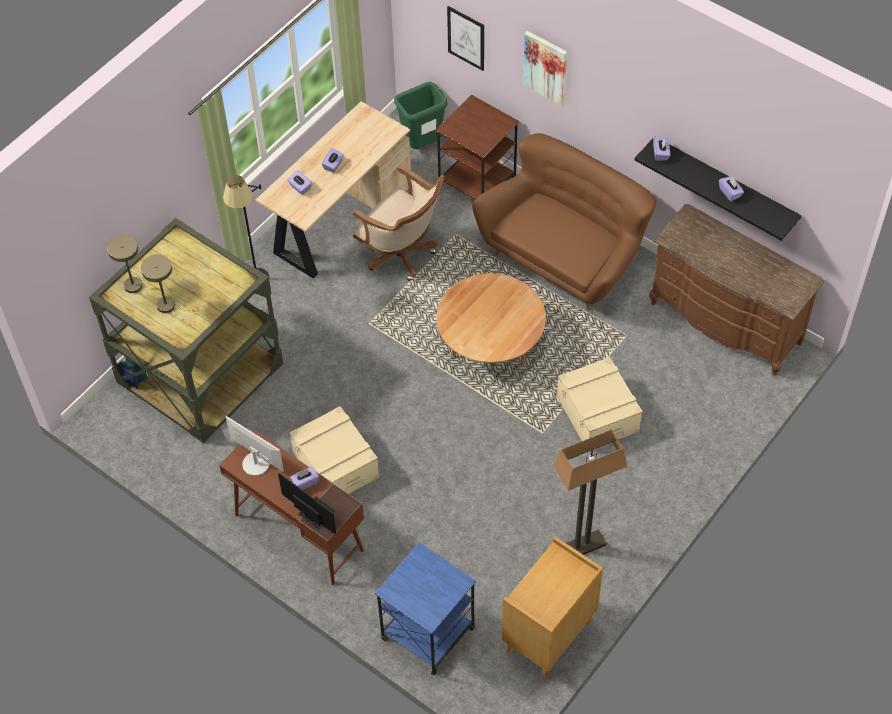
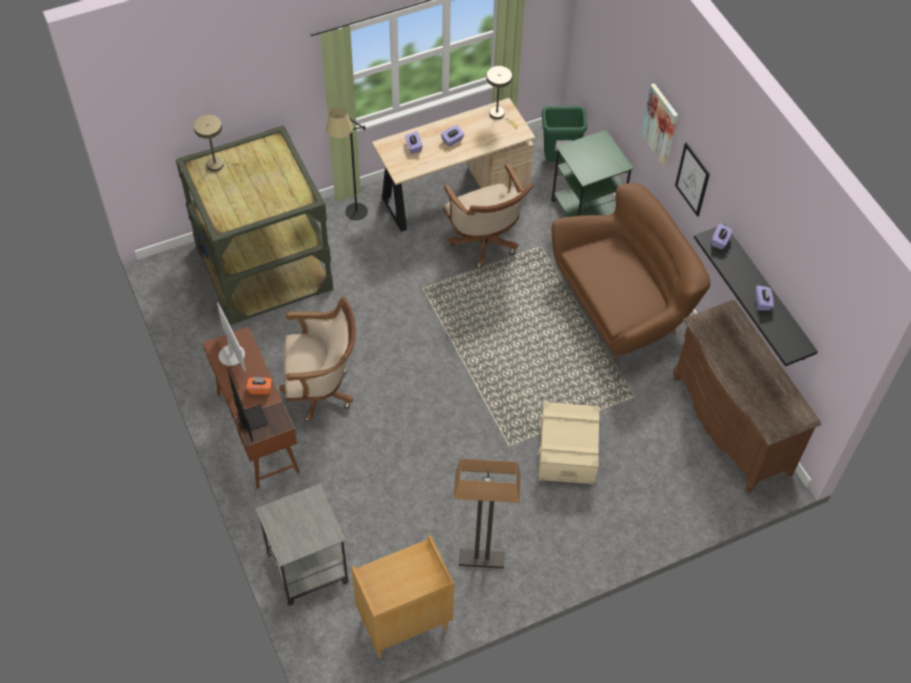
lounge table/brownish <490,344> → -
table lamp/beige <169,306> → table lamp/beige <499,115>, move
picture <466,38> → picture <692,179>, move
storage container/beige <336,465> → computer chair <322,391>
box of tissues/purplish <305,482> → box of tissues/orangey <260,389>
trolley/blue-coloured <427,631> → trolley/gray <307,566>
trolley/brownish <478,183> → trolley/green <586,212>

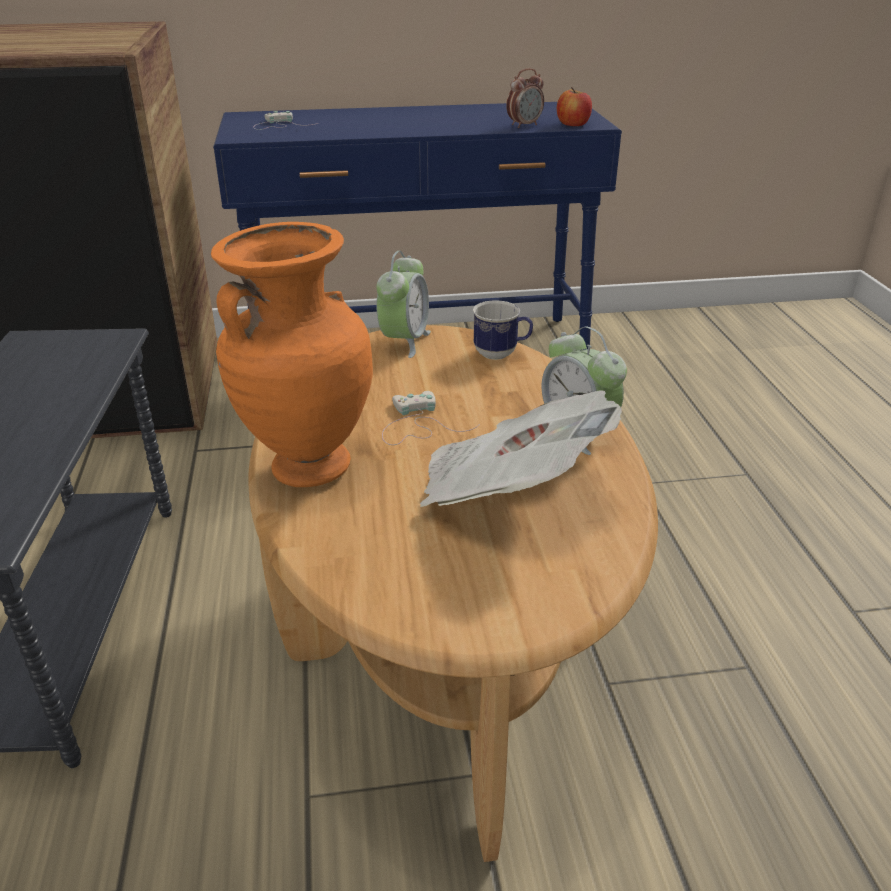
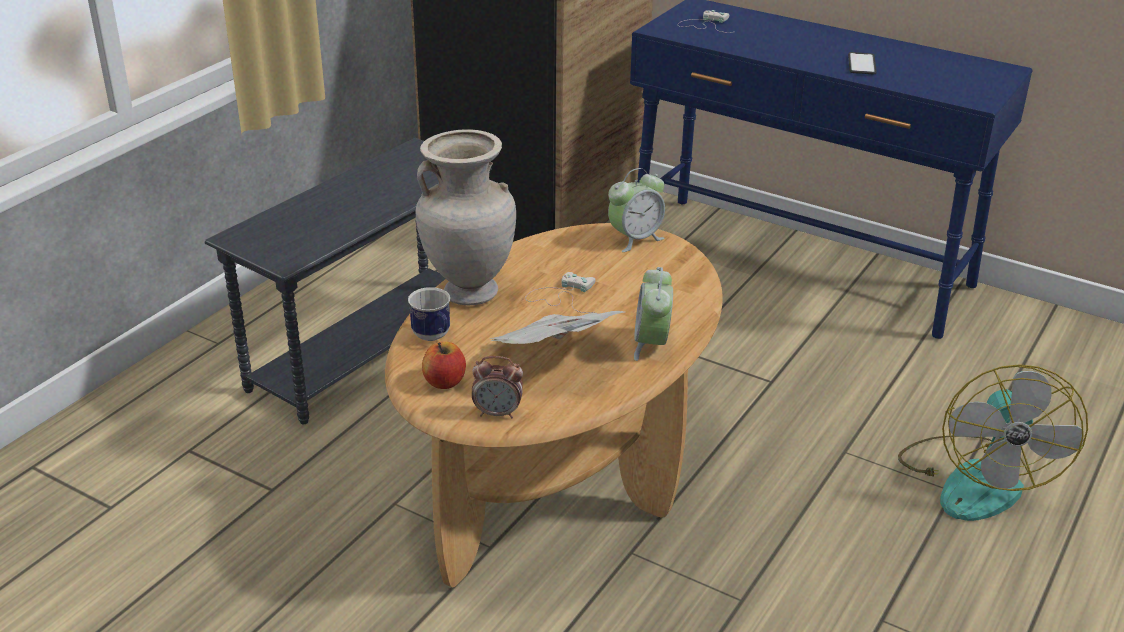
- → handset <861,64>
- → cooling fan <976,478>
mug <501,354> → mug <434,337>, move
alarm clock <524,125> → alarm clock <498,413>, move
apple fruit <573,124> → apple fruit <444,381>, move
flower vase/orangey <307,467> → flower vase/beige <469,292>

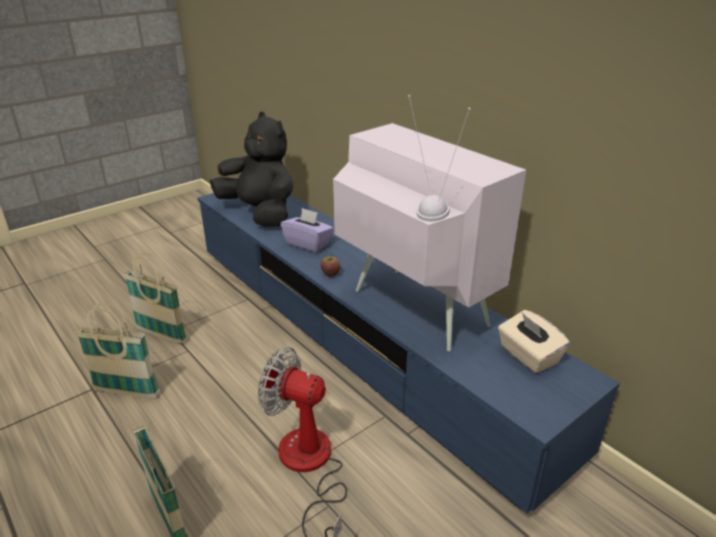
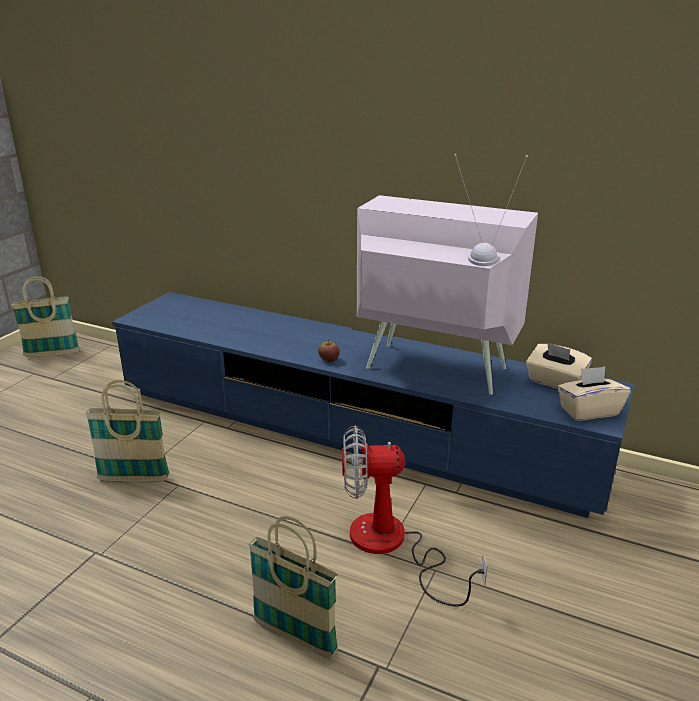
soft toy/black-coloured <260,213> → -
box of tissues/purplish <308,244> → -
- → box of tissues/beige <588,411>
storage basket <126,392> → storage basket <52,354>, move

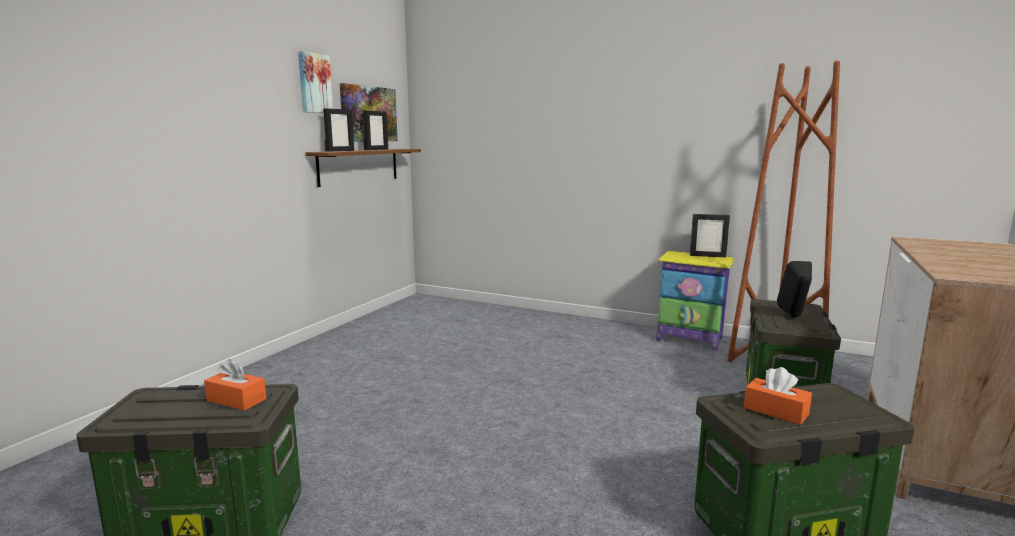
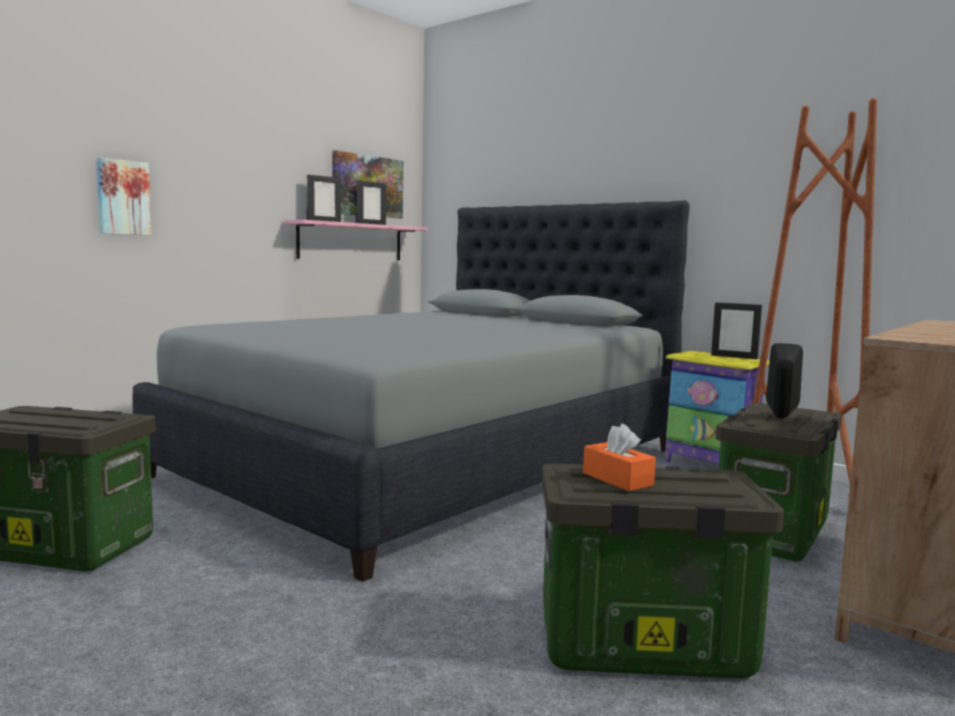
box of tissues/orangey <236,400> → -
- → bed/gray <432,462>
picture <314,83> → picture <122,197>, move
wall shelf/brownish <359,166> → wall shelf/pink <351,241>

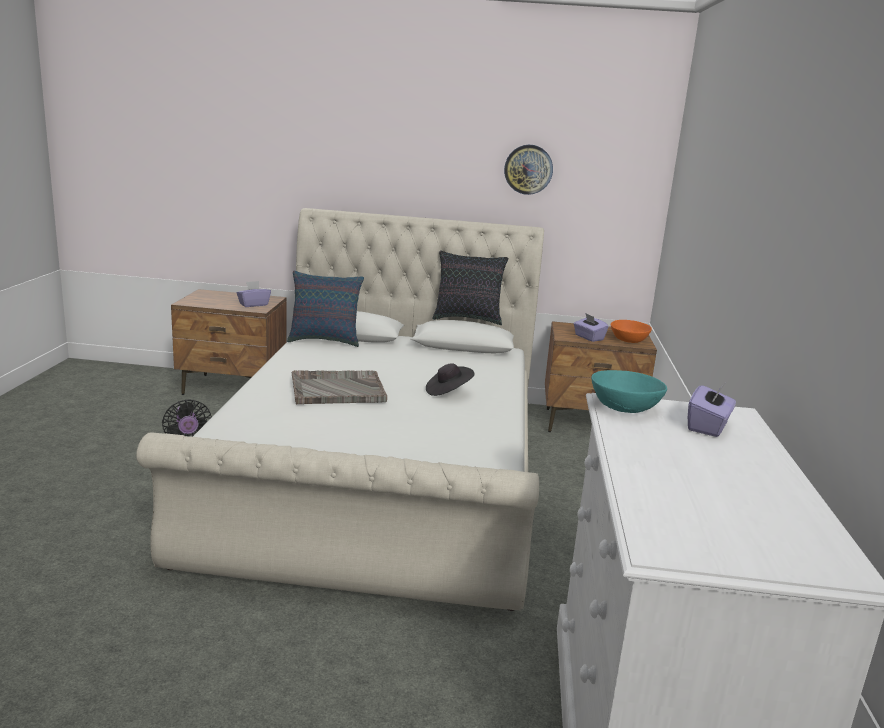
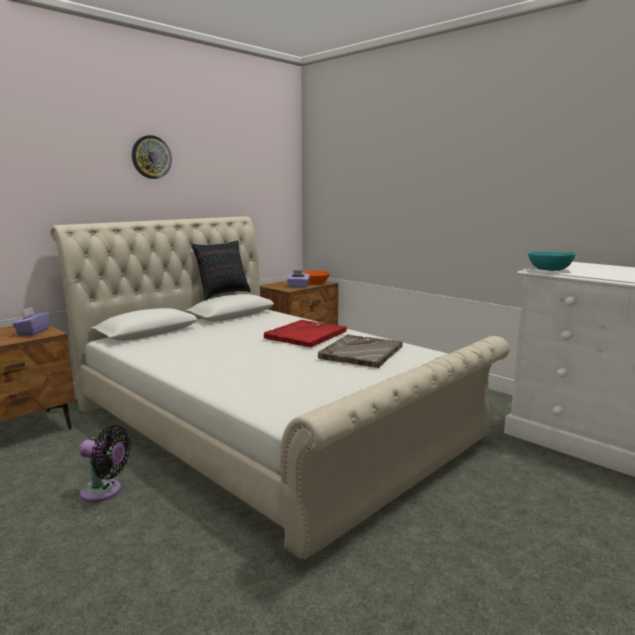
pillow/blue-coloured <324,341> → -
box of tissues/purplish <708,427> → -
serving tray/gray <337,389> → serving tray/gray <361,352>, move
clock on the wall <528,169> → clock on the wall <151,157>, move
clothing hat/black-coloured <448,392> → serving tray/red-coloured <305,335>

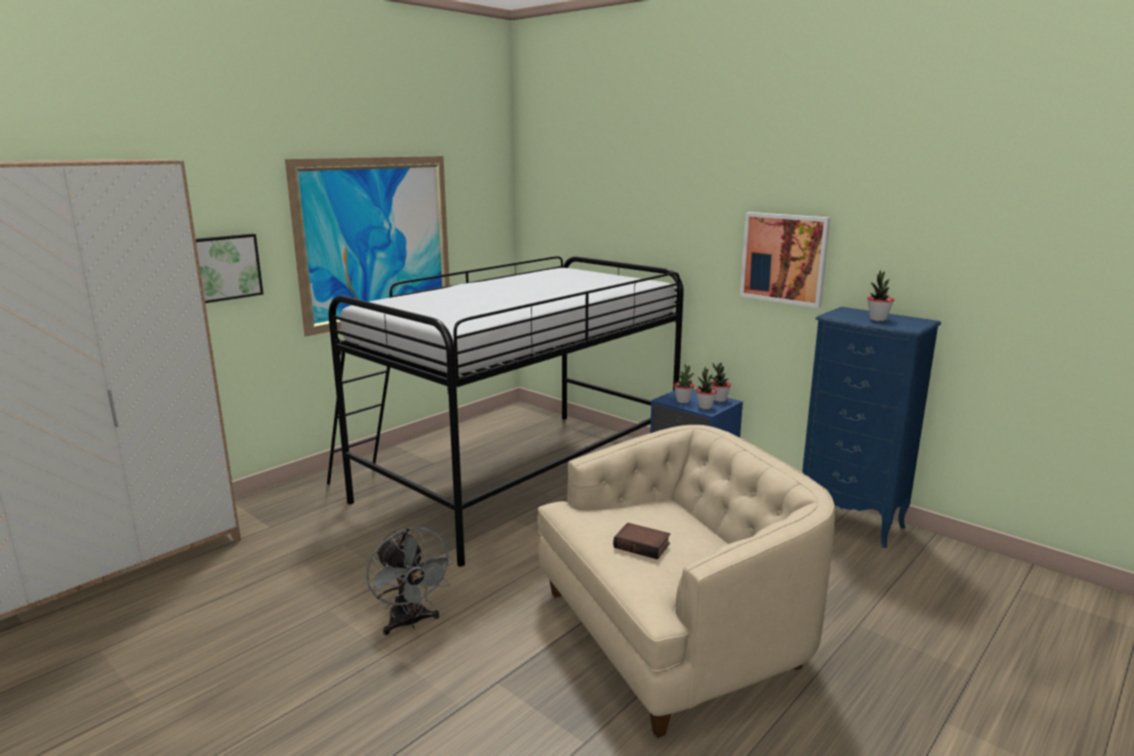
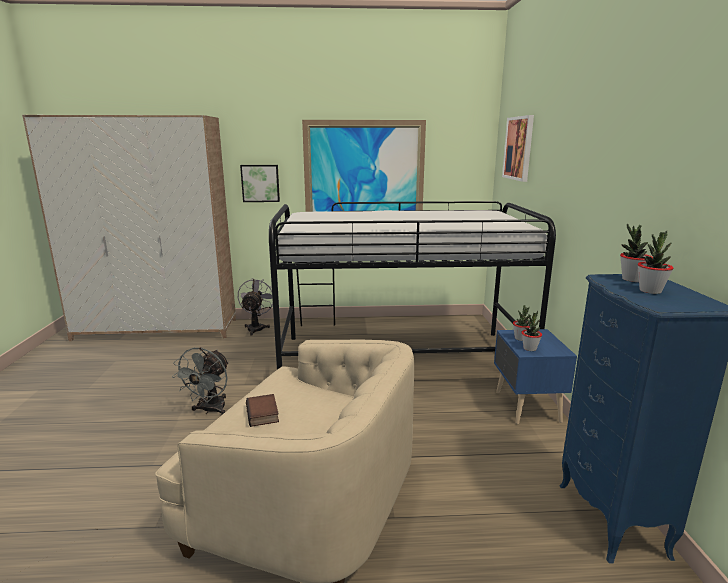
- → cooling fan/gray <256,327>
potted plant <719,400> → potted plant <631,279>, move
picture <784,258> → picture <518,148>, move

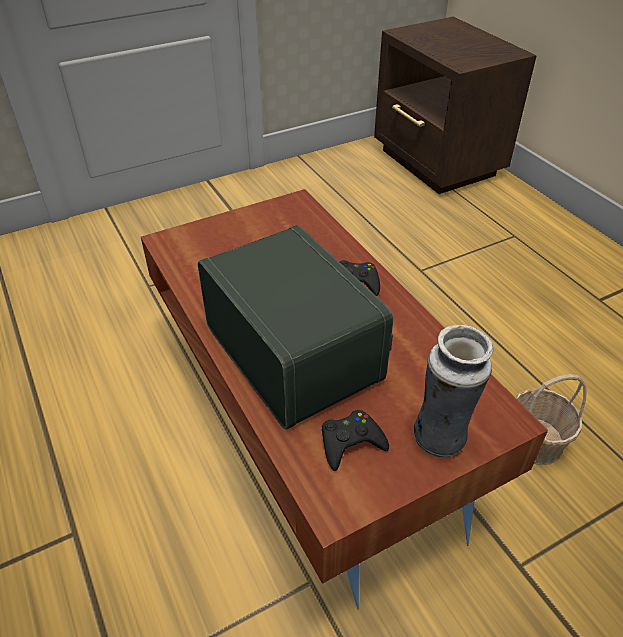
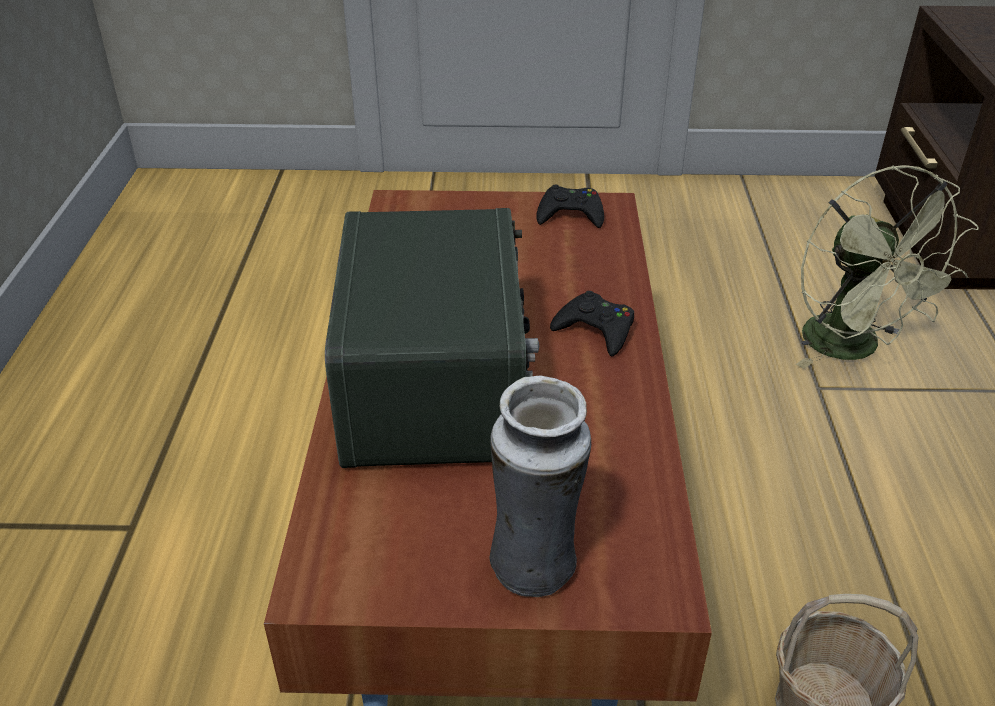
- → cooling fan/green <853,349>
joypad/black-coloured <351,443> → joypad/black-coloured <570,214>, move

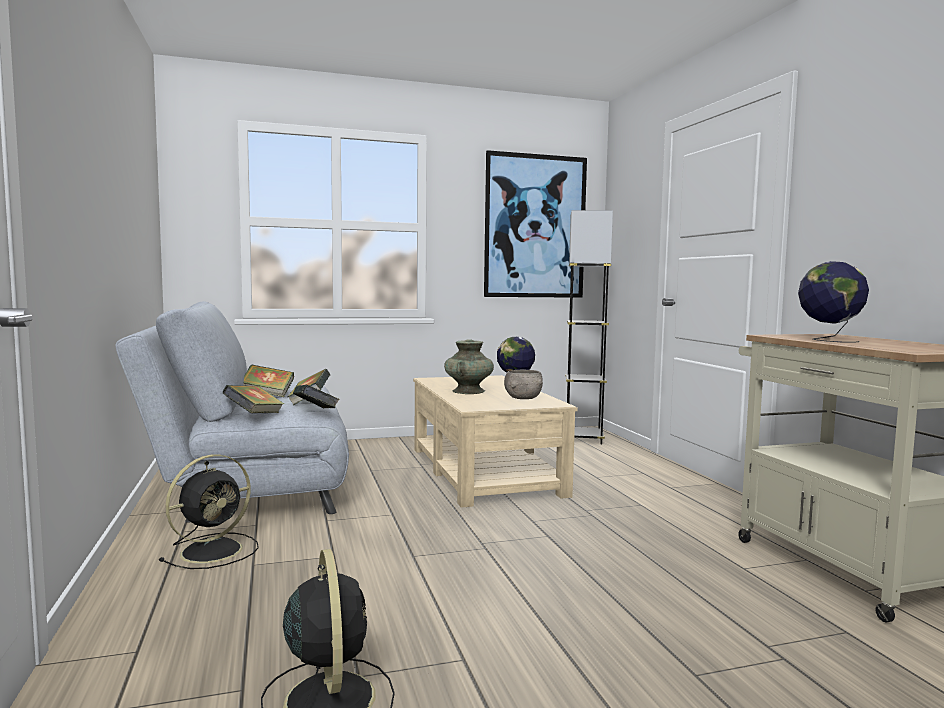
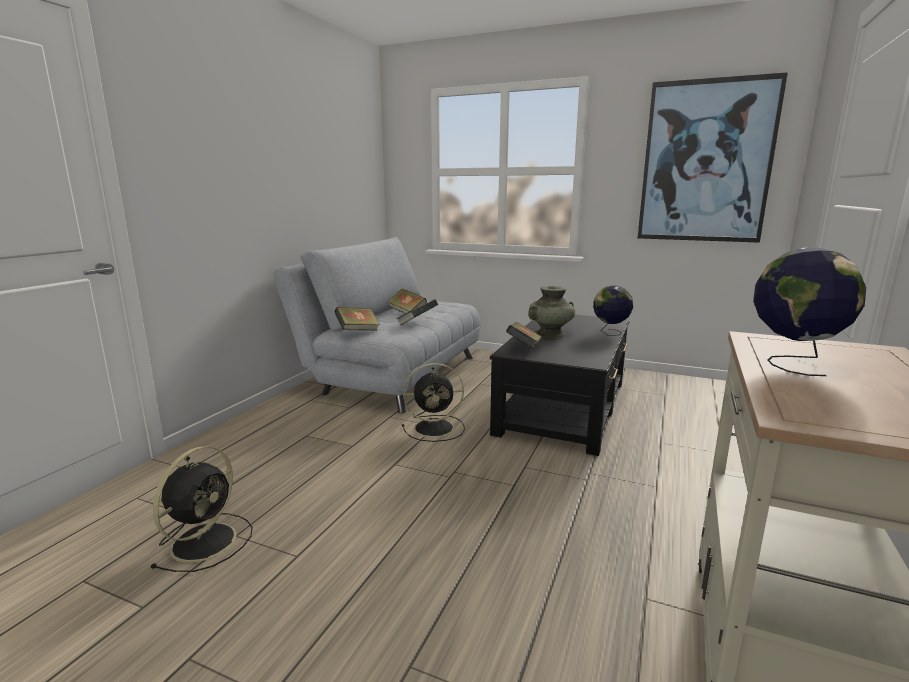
bowl/gray <523,398> → -
floor lamp/gray <583,439> → -
cooling fan/black-coloured <214,550> → cooling fan/black-coloured <436,428>, move
bound book <316,413> → bound book <524,349>, move
lounge table/beige <484,470> → lounge table/black-coloured <564,406>

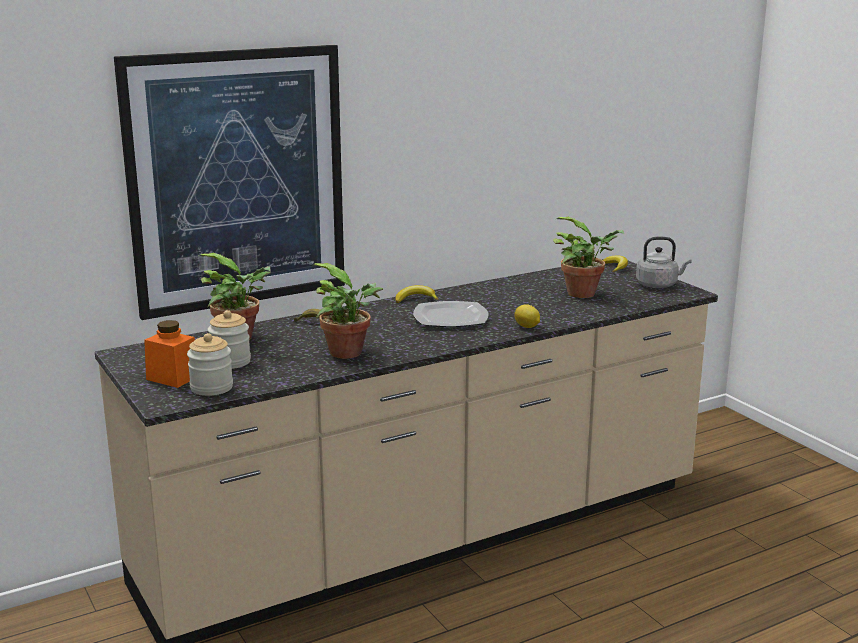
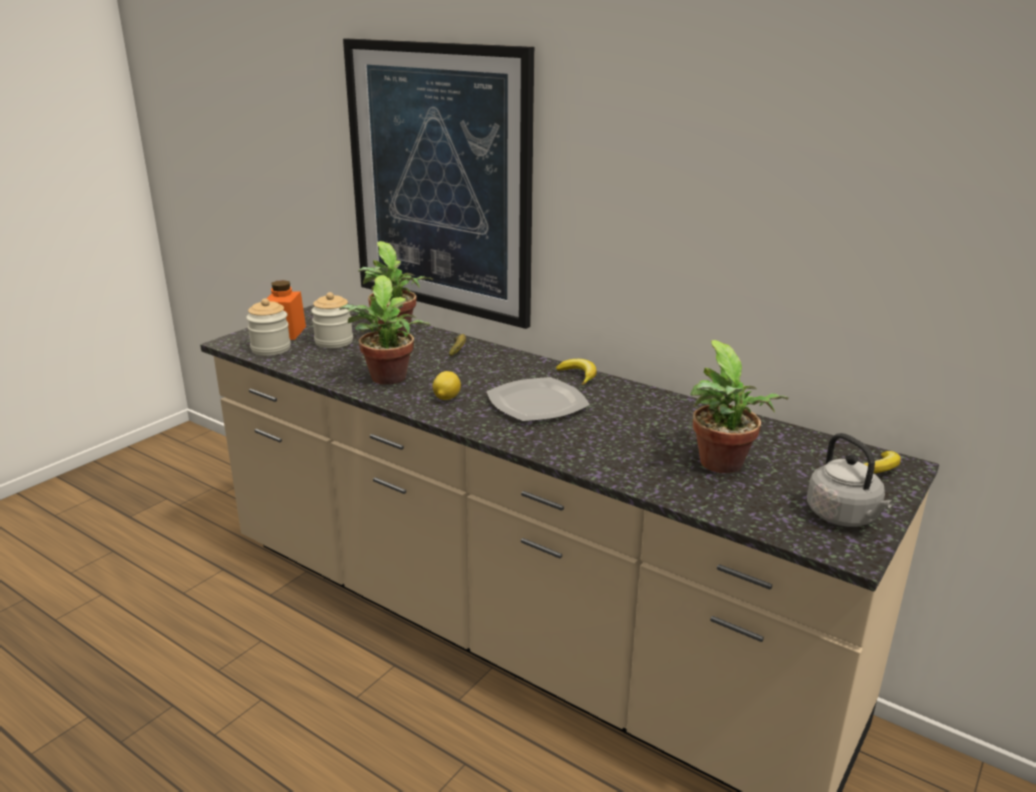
whole lemon <527,327> → whole lemon <446,398>, move

